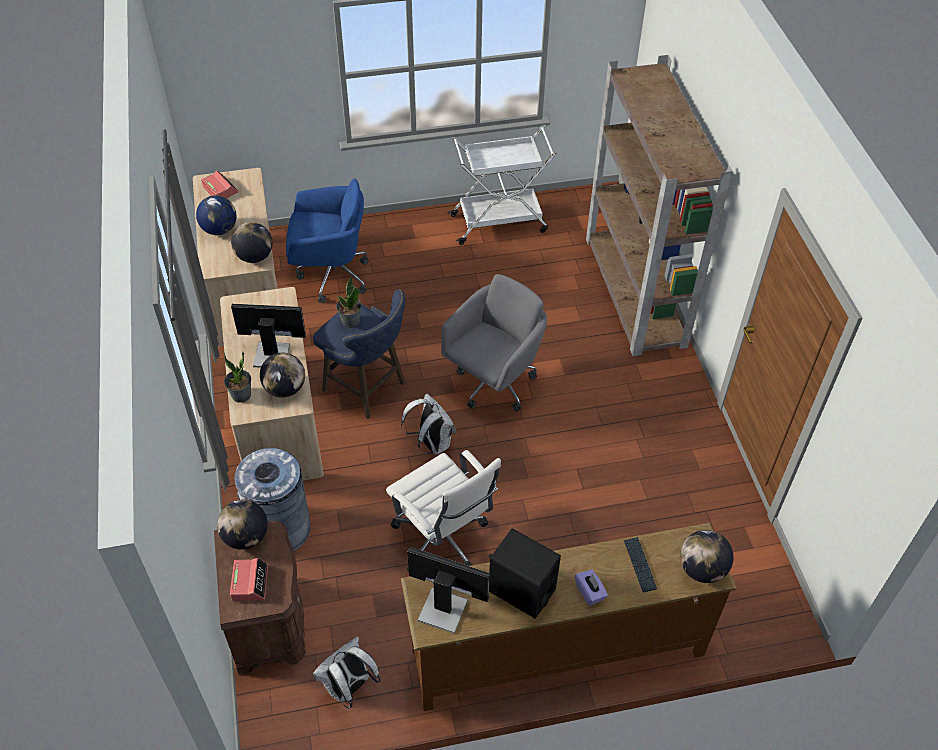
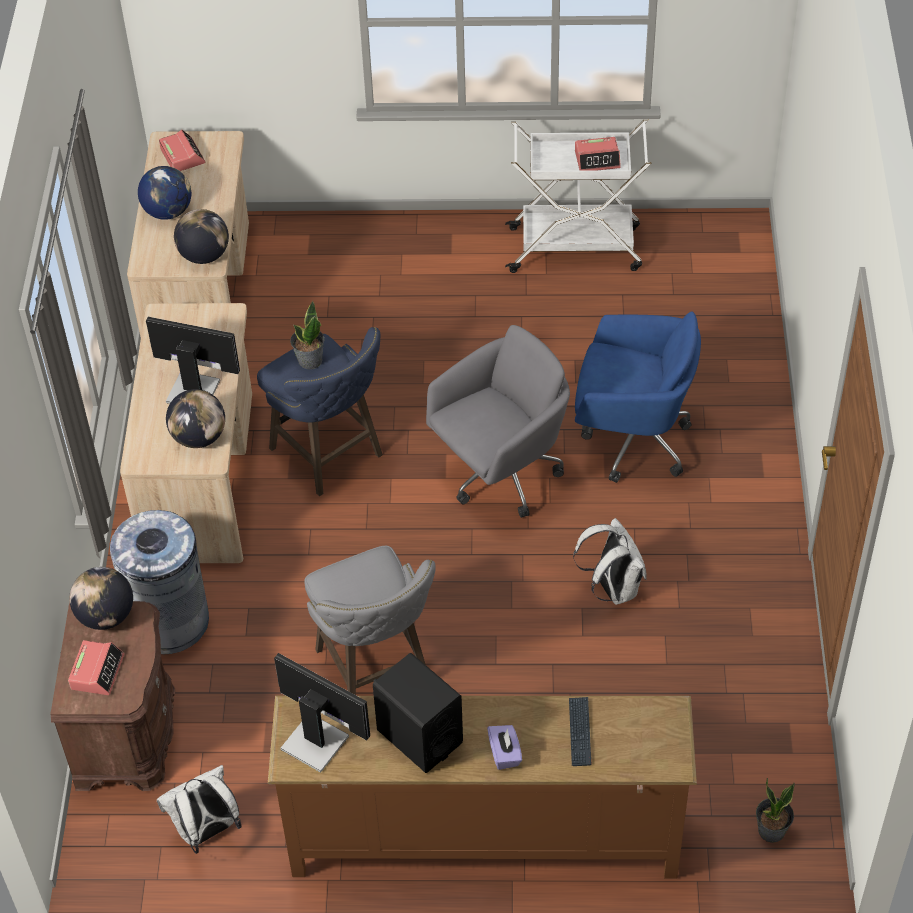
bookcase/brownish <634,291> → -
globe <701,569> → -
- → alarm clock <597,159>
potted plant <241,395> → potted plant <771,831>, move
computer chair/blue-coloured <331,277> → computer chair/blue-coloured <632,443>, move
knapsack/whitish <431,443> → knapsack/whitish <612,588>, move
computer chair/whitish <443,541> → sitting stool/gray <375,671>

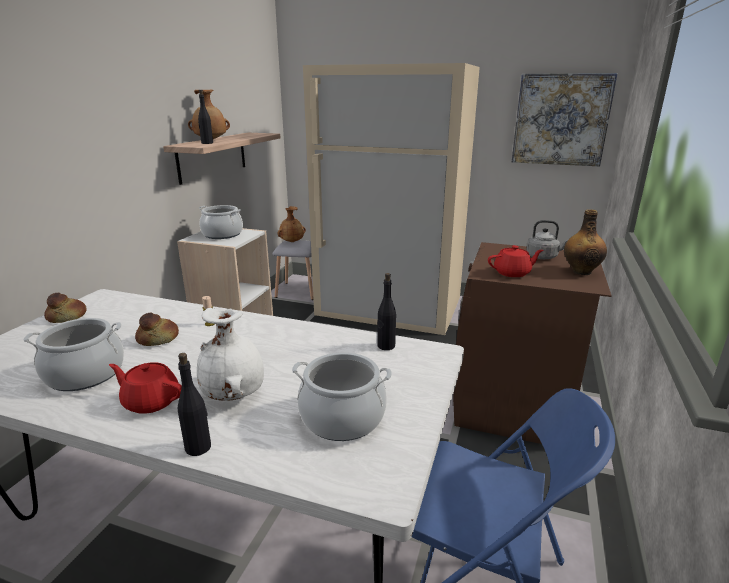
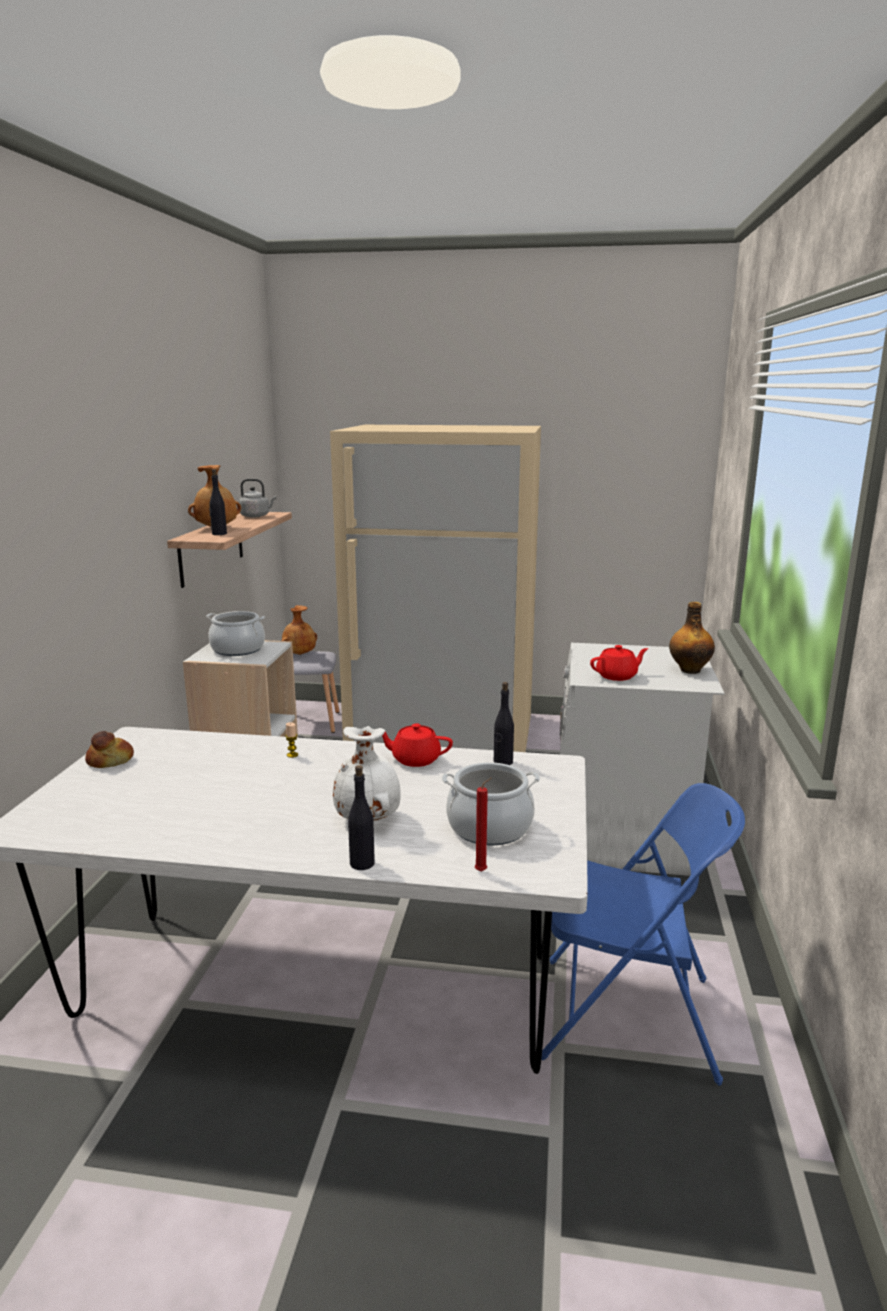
saucepot <85,374> → -
bakery bread <158,339> → -
picture <561,120> → -
- → wax light/red-coloured <482,871>
pot for tea/red-coloured <151,401> → pot for tea/red-coloured <415,759>, move
kettle/gray <543,257> → kettle/gray <256,516>, move
laundry appliance/brownish <514,405> → laundry appliance/whitish <625,836>

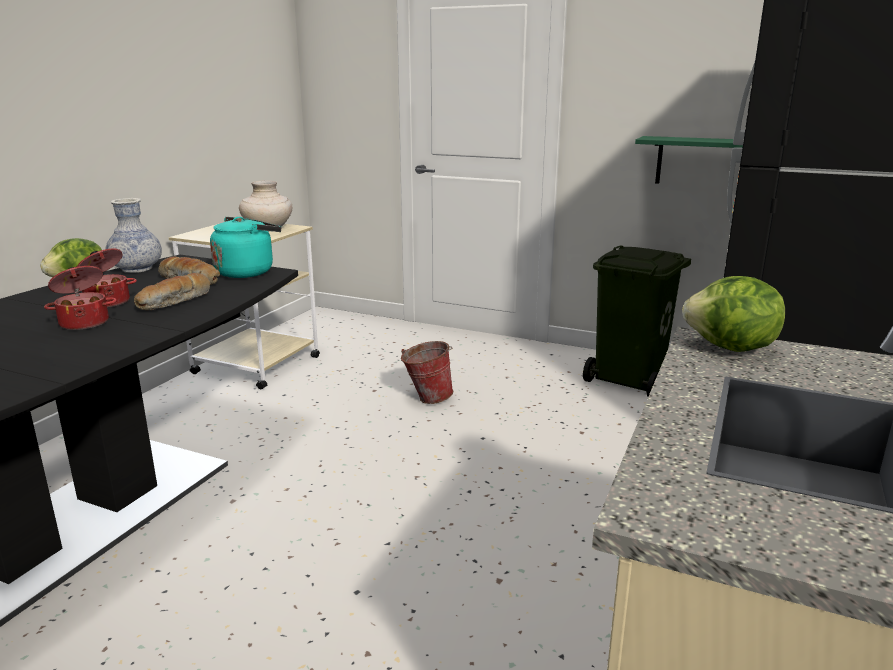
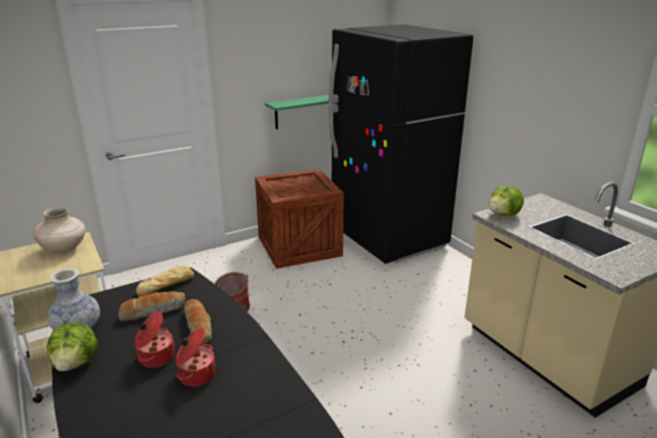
kettle/turquoise <247,272> → bakery bread <167,285>
rubbish bin/green <630,379> → shipping crate <300,245>

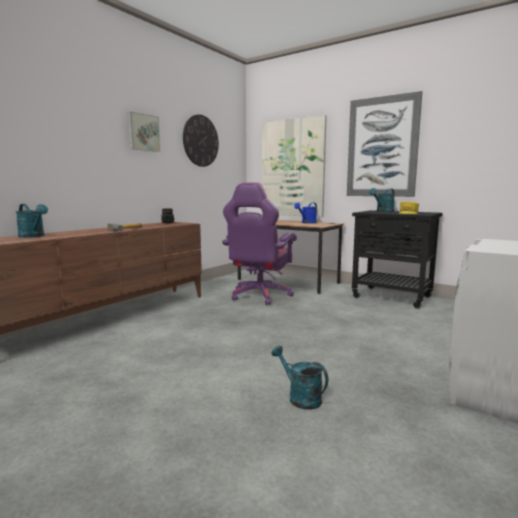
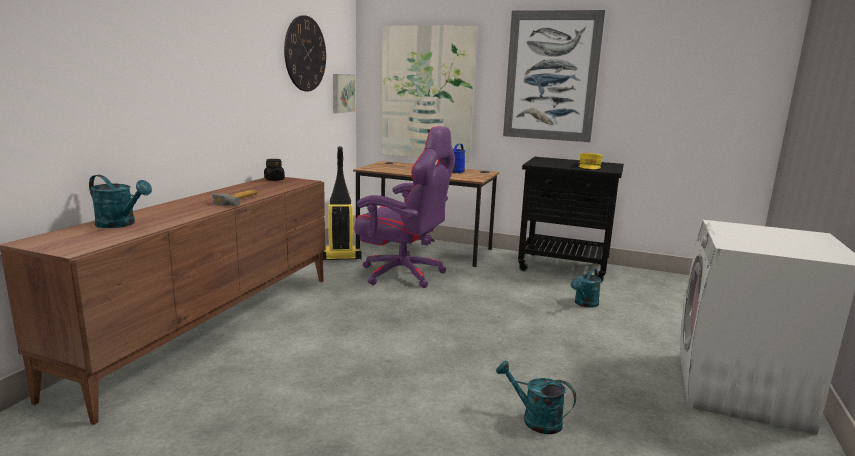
- → vacuum <340,258>
picture <143,132> → picture <342,93>, move
watering can/turquoise <383,211> → watering can/turquoise <584,304>, move
computer chair/purplish <260,295> → computer chair/purplish <402,274>, 75 degrees counterclockwise

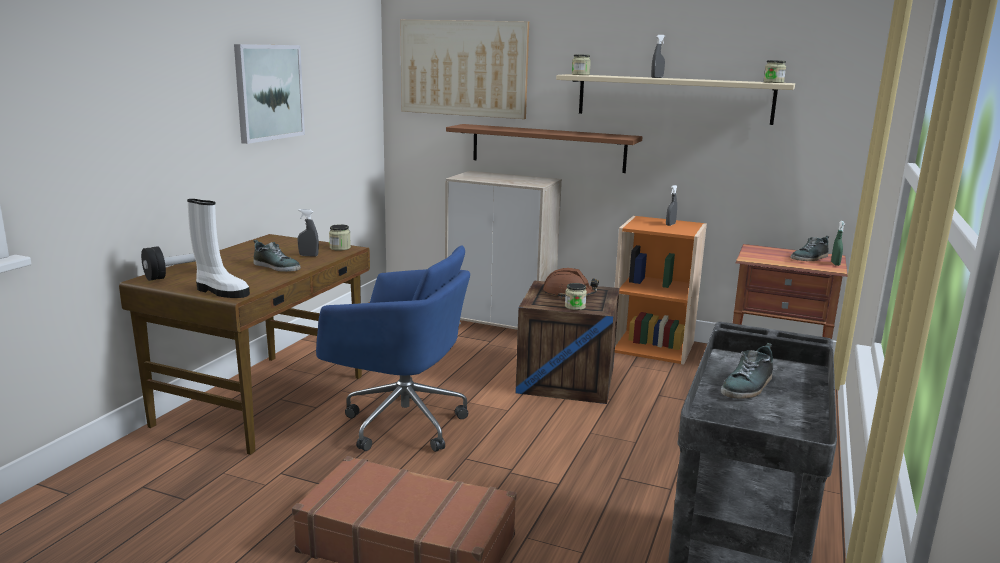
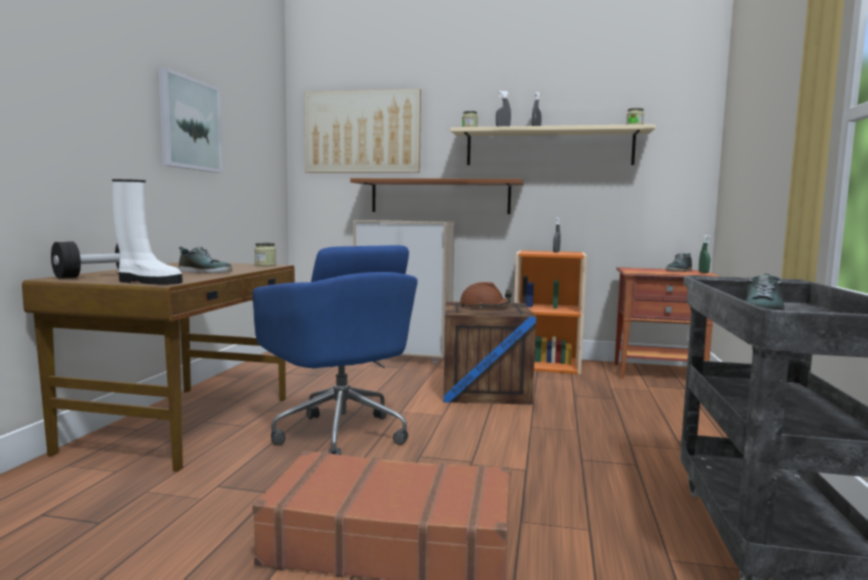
storage jar <575,306> → -
hand sprayer/gray <308,255> → hand sprayer/gray <502,127>, move
computer chair/blue-coloured <398,424> → computer chair/blue-coloured <337,433>, 45 degrees clockwise

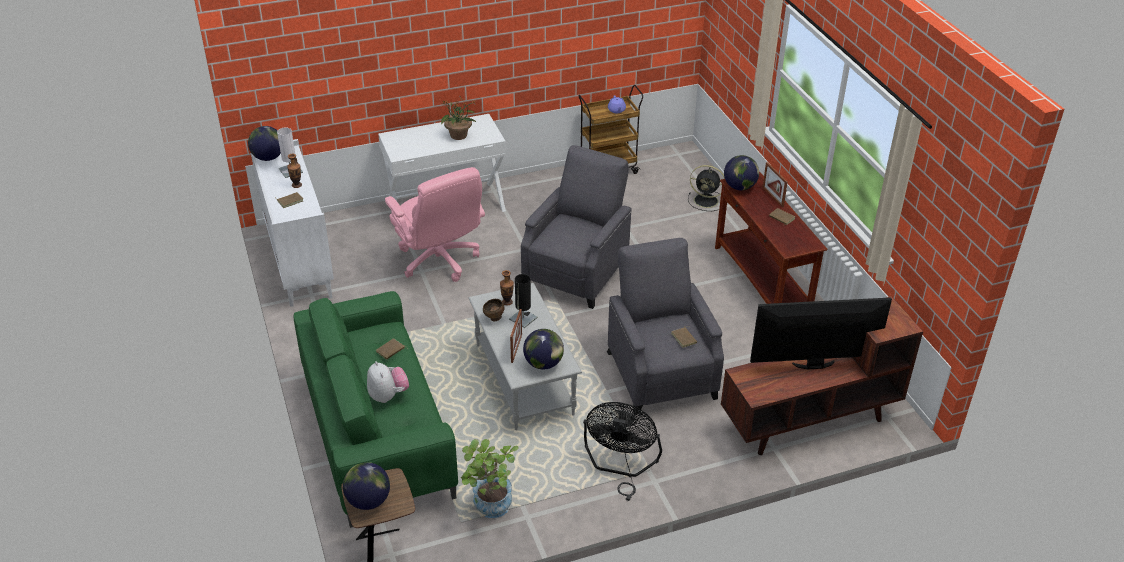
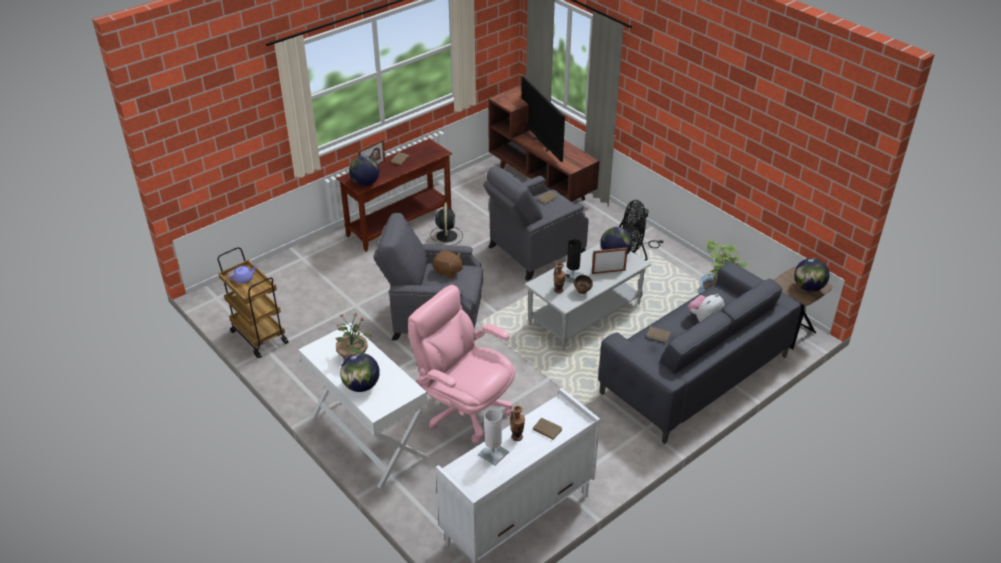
- → soft toy/brownish <448,271>
globe <268,157> → globe <361,386>, move
cooling fan/black-coloured <707,201> → cooling fan/black-coloured <446,235>, move
sofa/green <376,432> → sofa/gray <694,375>
computer chair/pink <439,263> → computer chair/pink <465,410>, 90 degrees counterclockwise

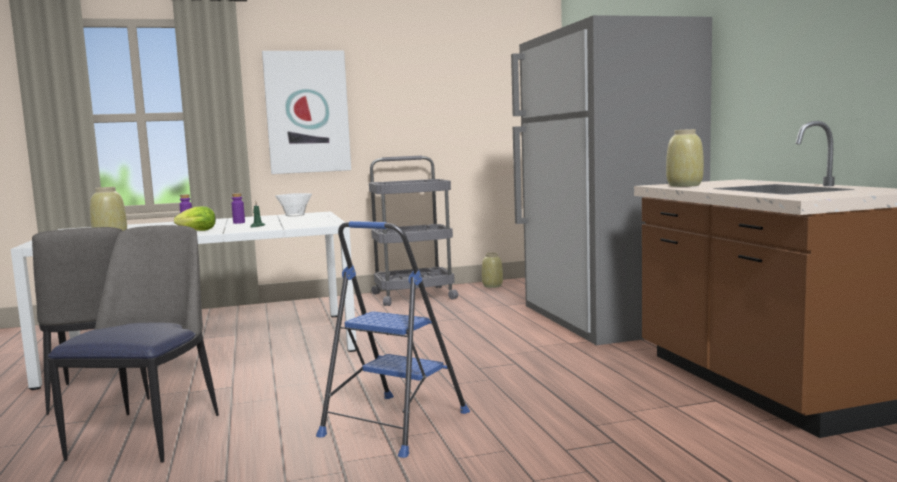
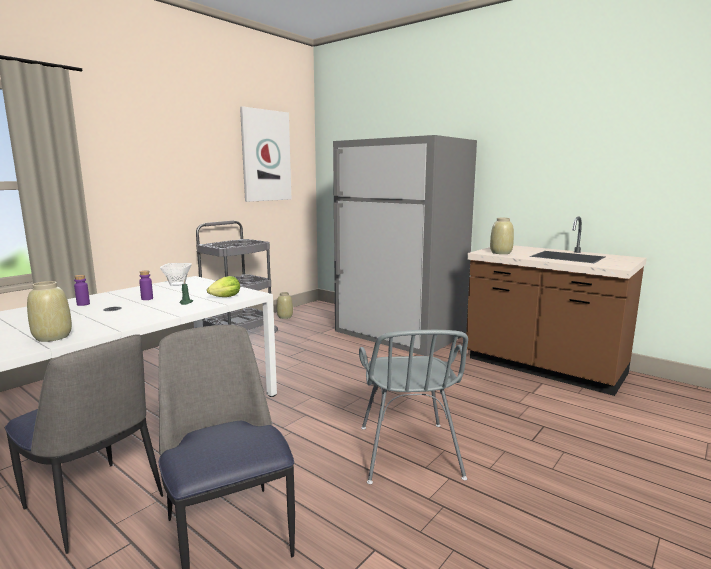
lettuce <195,231> → lettuce <224,298>, move
picture <307,112> → picture <265,156>, move
stepladder/blue-coloured <392,424> → chair/gray <409,454>

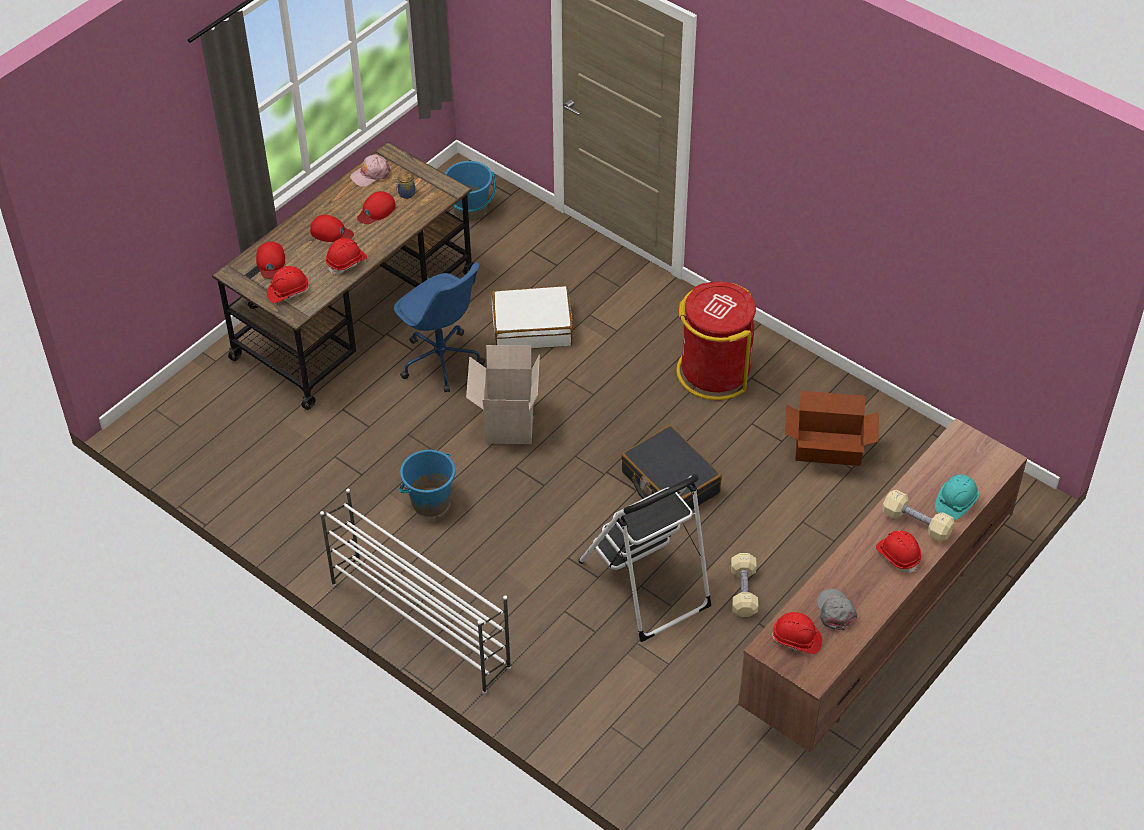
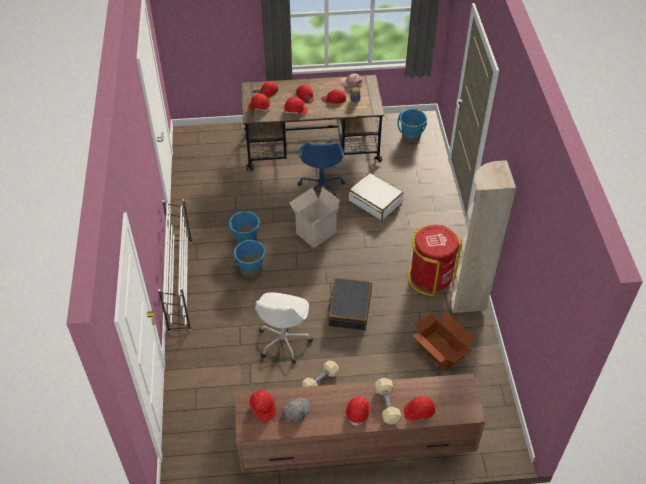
- → bucket/blue-coloured <251,270>
- → bookcase/beige <466,302>
stepladder <645,586> → computer chair/whitish <283,343>
safety helmet/turquoise <955,502> → safety helmet/red-coloured <419,412>

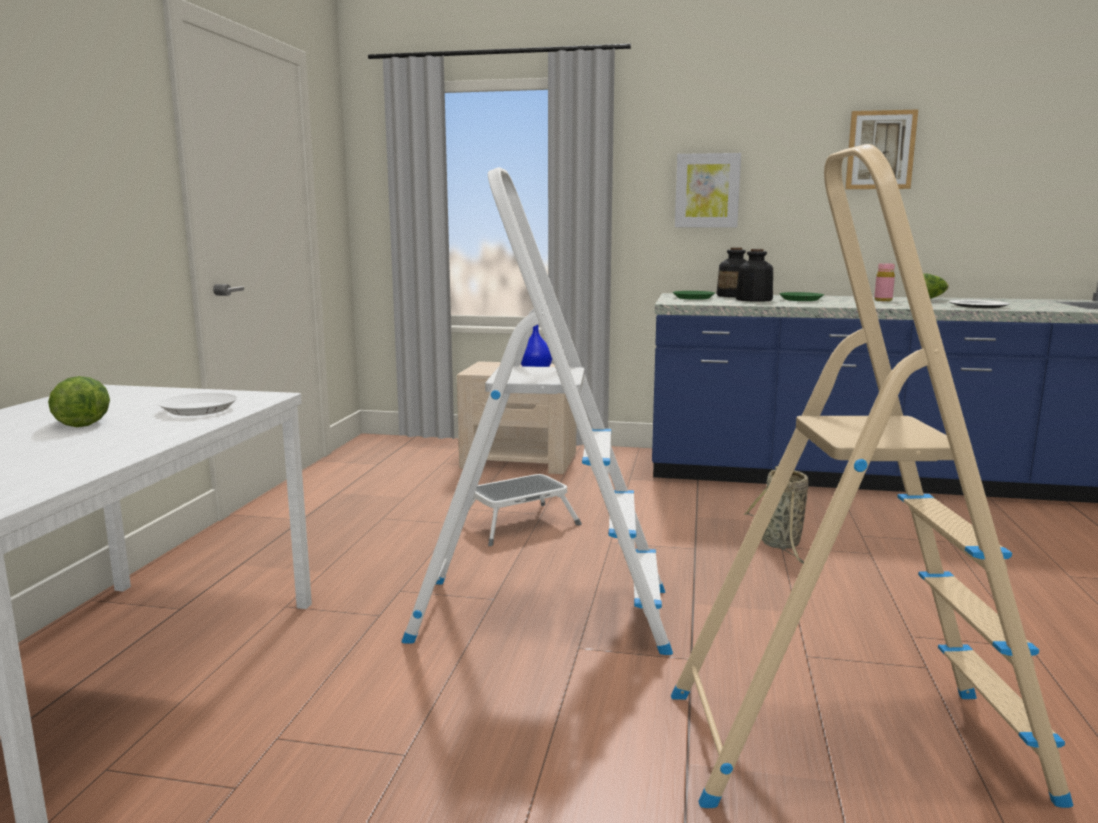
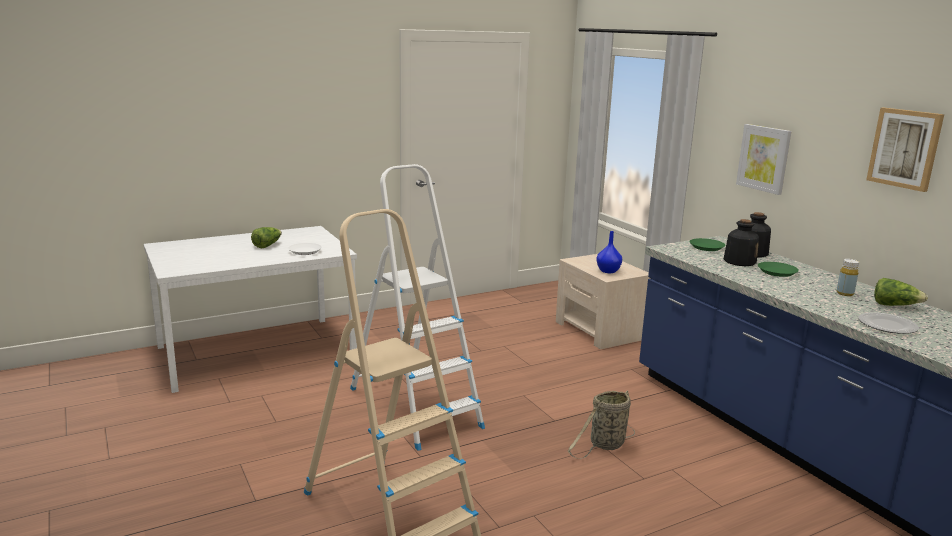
stepladder/gray <519,524> → -
beverage bottle/pink <883,300> → beverage bottle/yellow-coloured <845,293>

